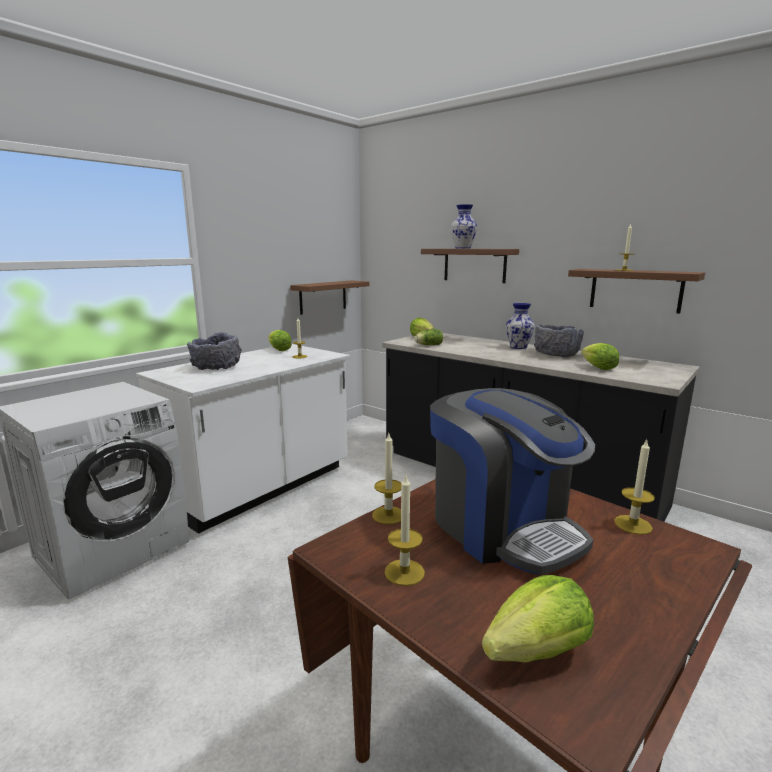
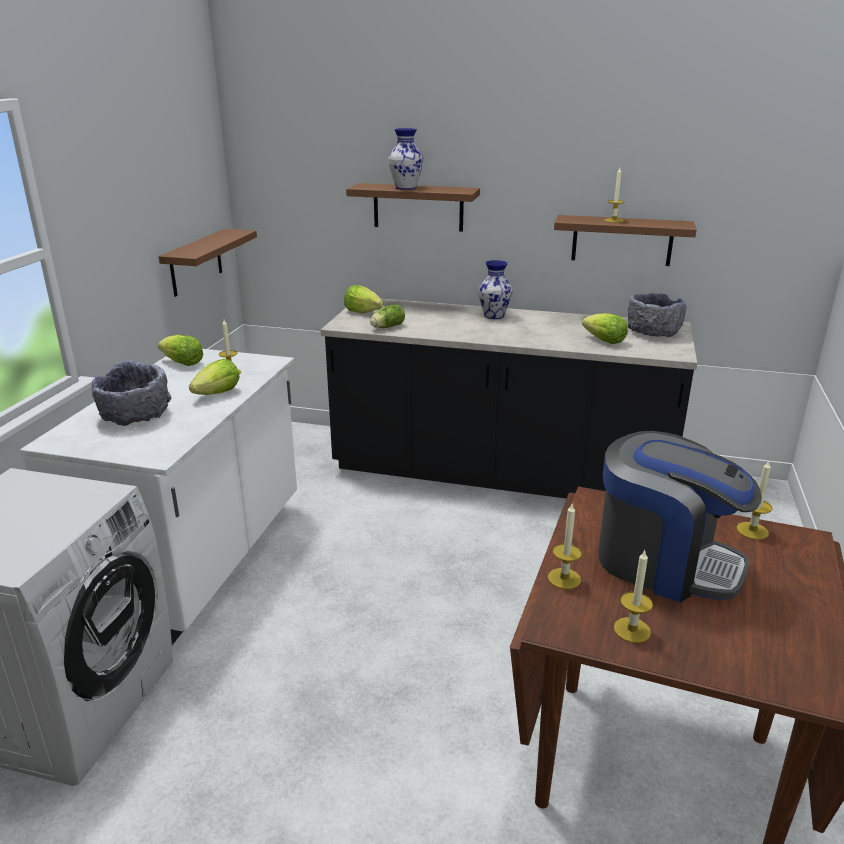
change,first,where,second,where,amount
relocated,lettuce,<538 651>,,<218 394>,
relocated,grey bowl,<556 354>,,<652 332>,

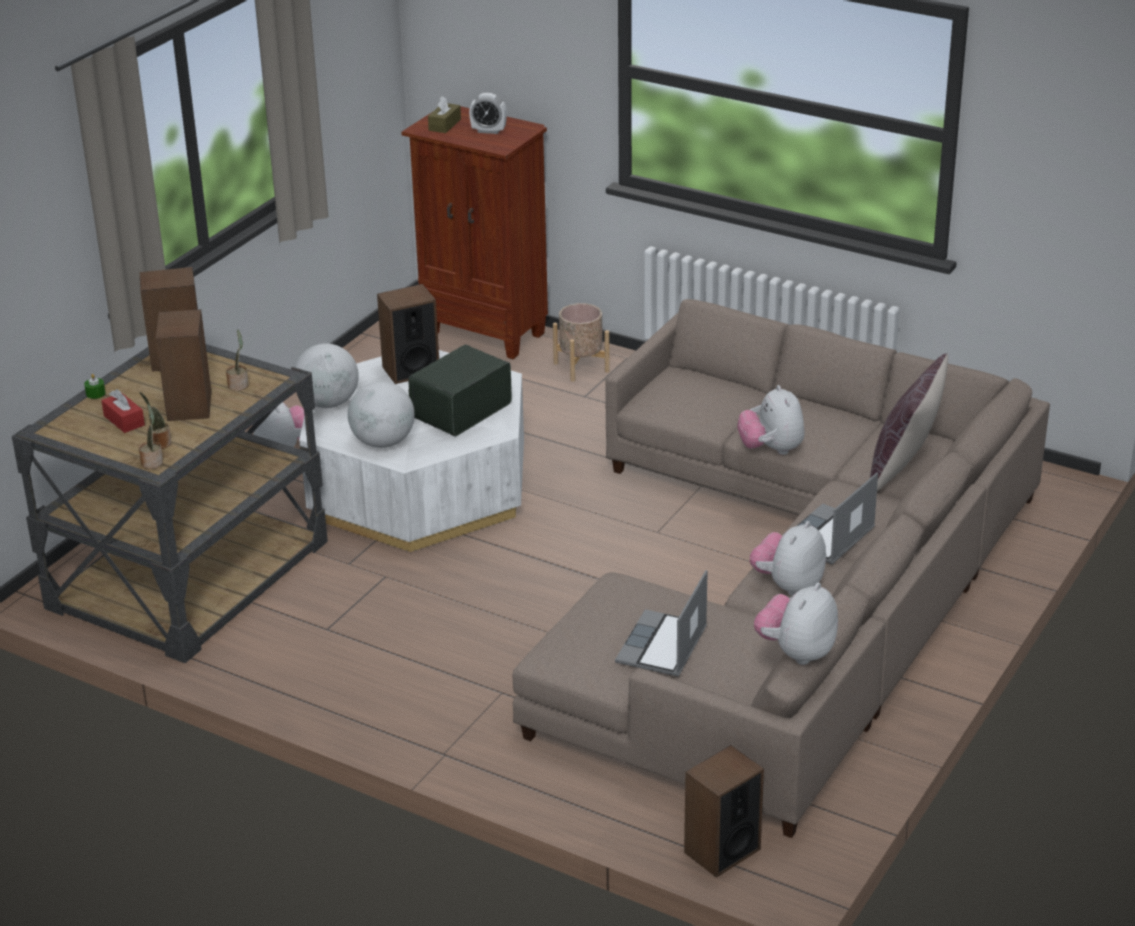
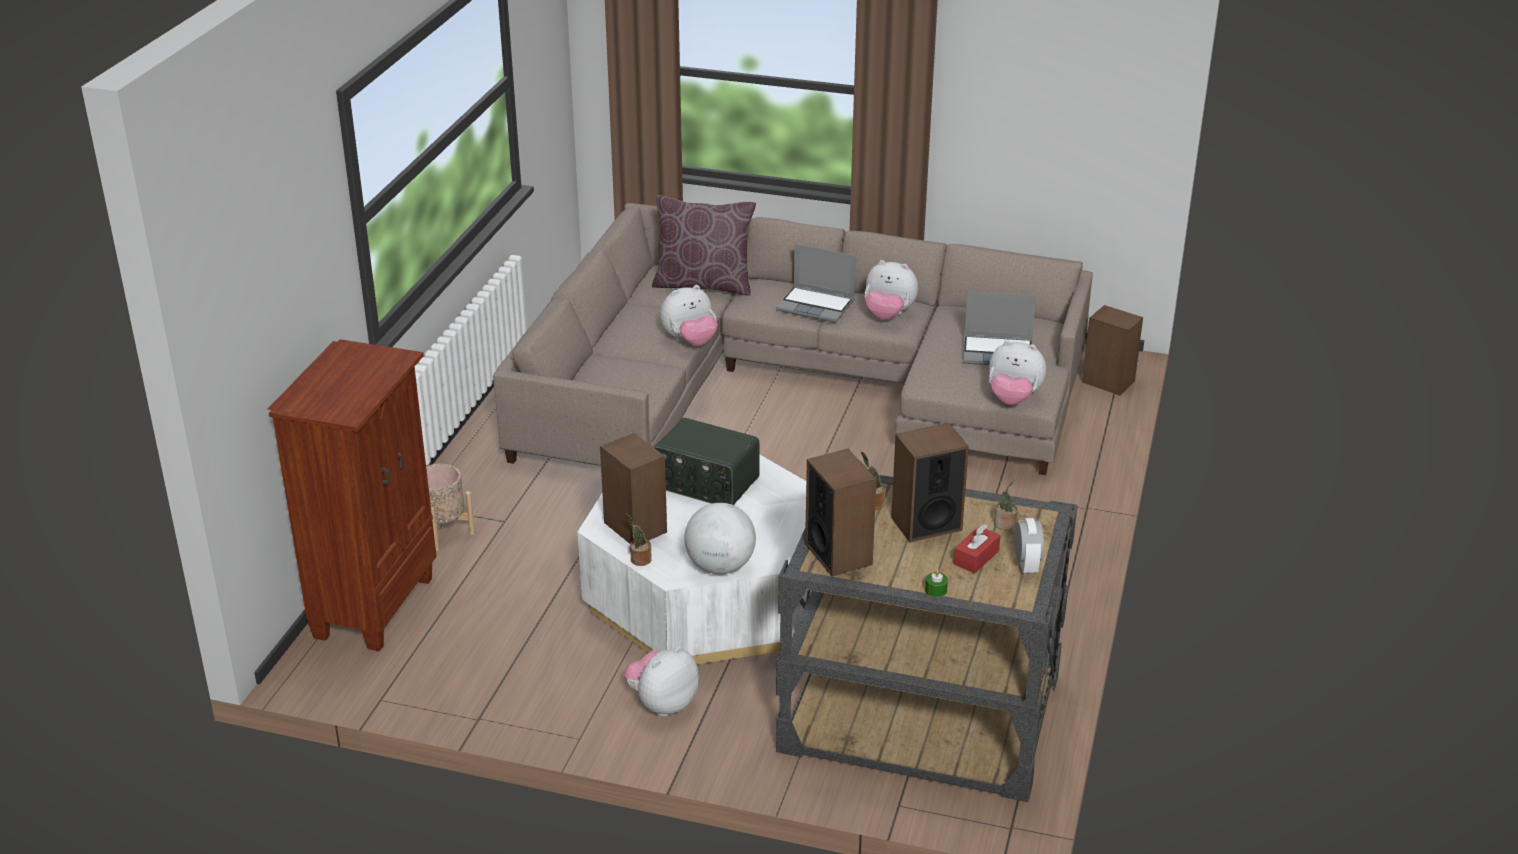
change,first,where,second,where,amount
relocated,potted plant,<152 462>,,<639 559>,
relocated,plush toy,<796 652>,,<1013 399>,
relocated,alarm clock,<488 131>,,<1026 564>,
missing,globe,<383 442>,,,
missing,brown tissue box,<444 125>,,,

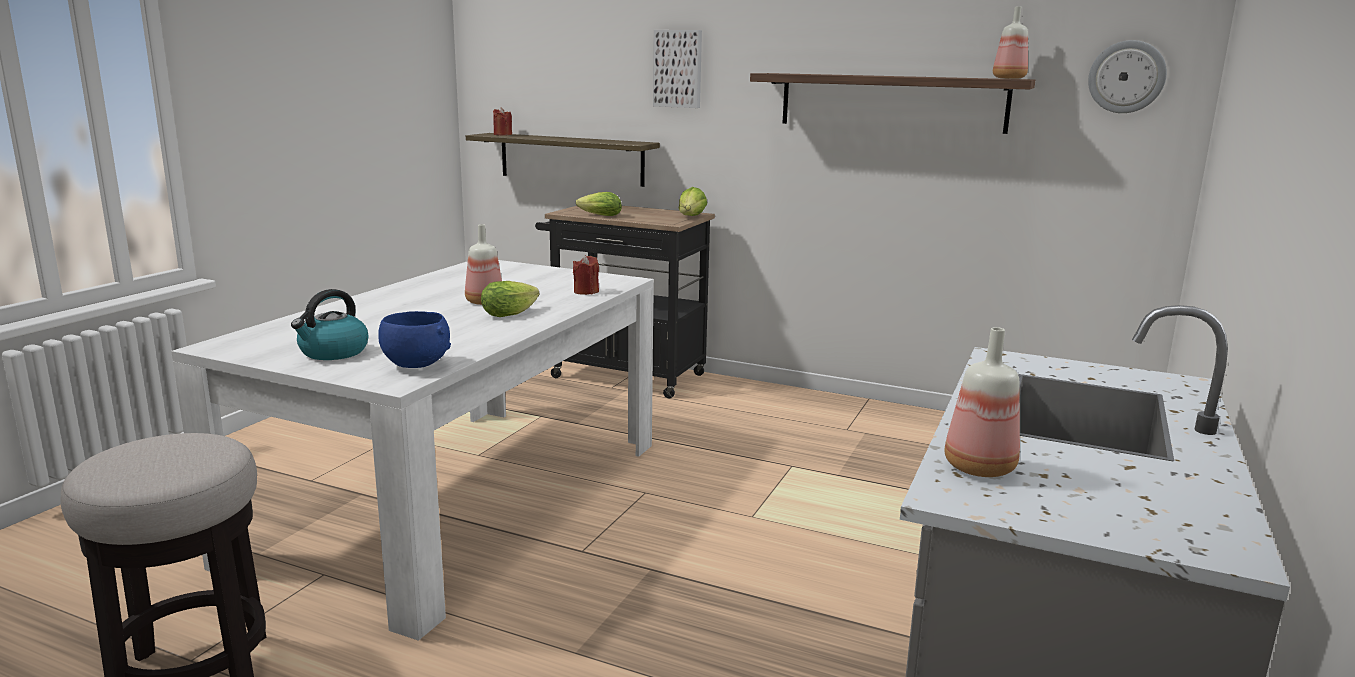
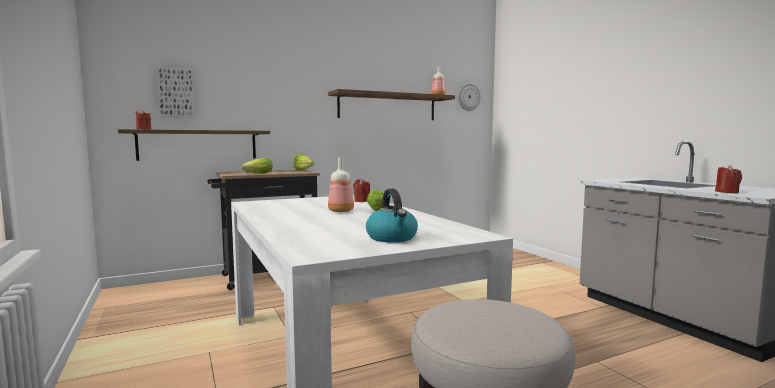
change,first,where,second,where,amount
relocated,picture,<678 69>,,<176 93>,
exchanged,bottle,<977 468>,red candle,<727 192>,
missing,blue bowl,<415 364>,,,

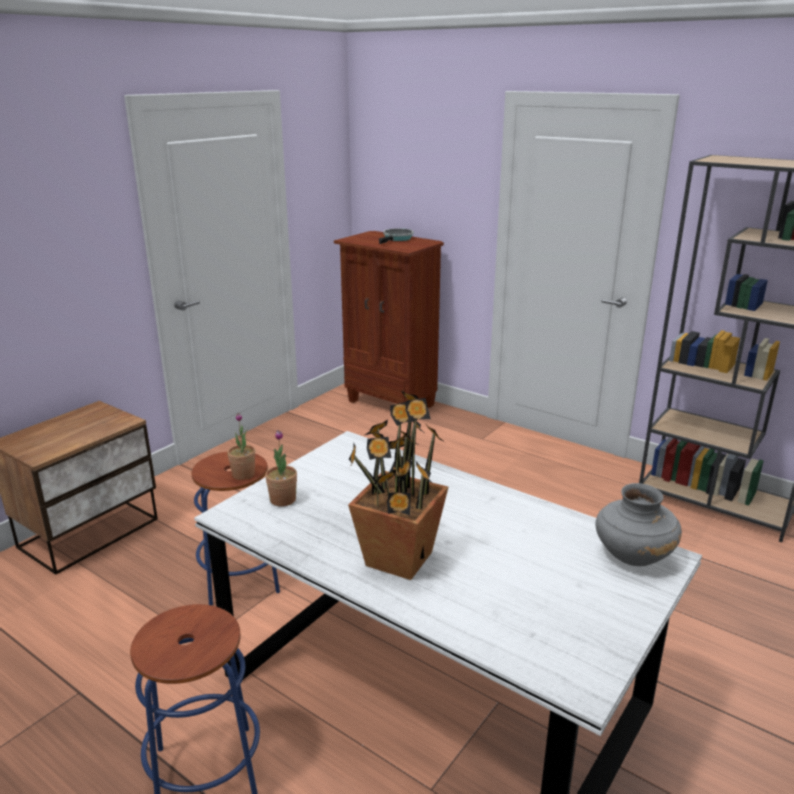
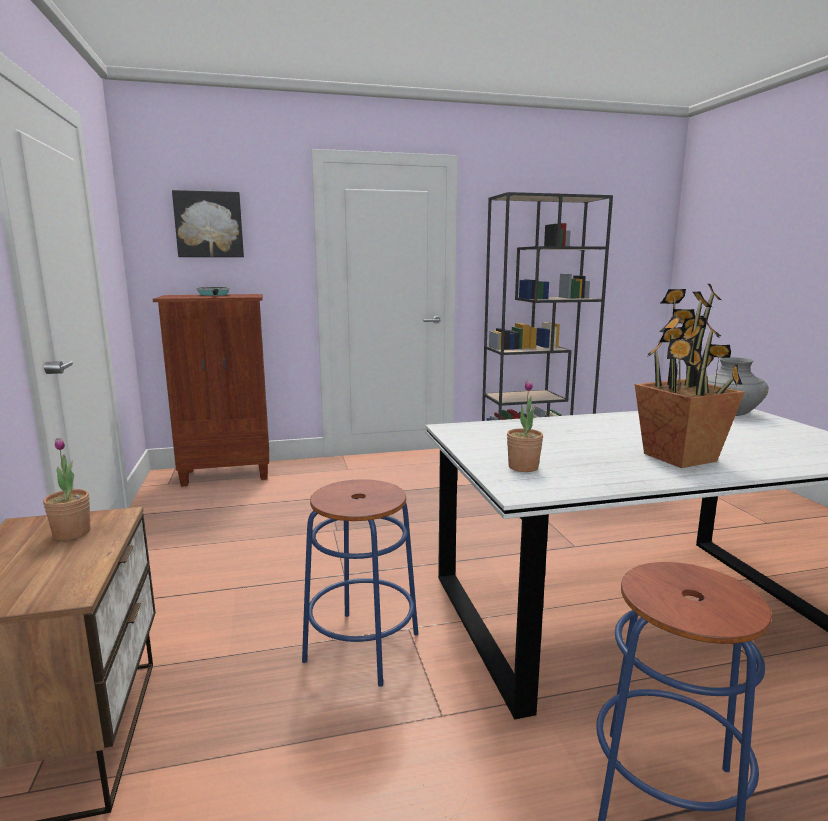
change,first,where,second,where,amount
relocated,potted plant,<243 474>,,<72 533>,
appeared,,,picture,<209 224>,

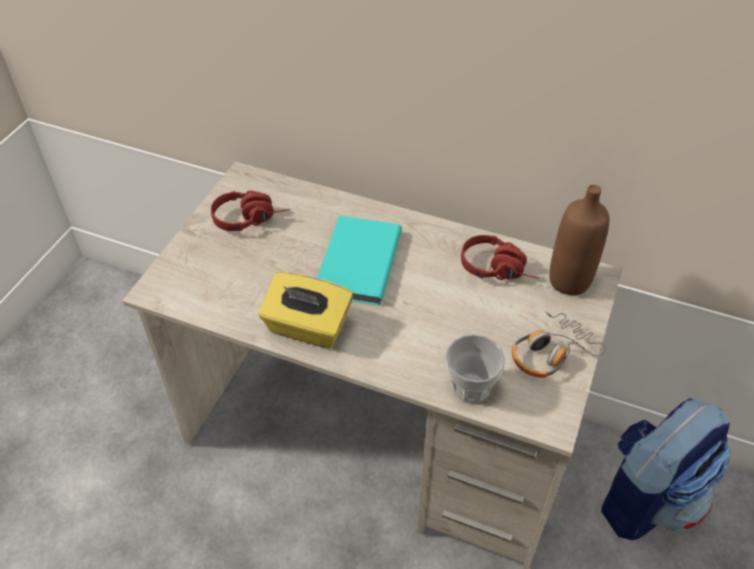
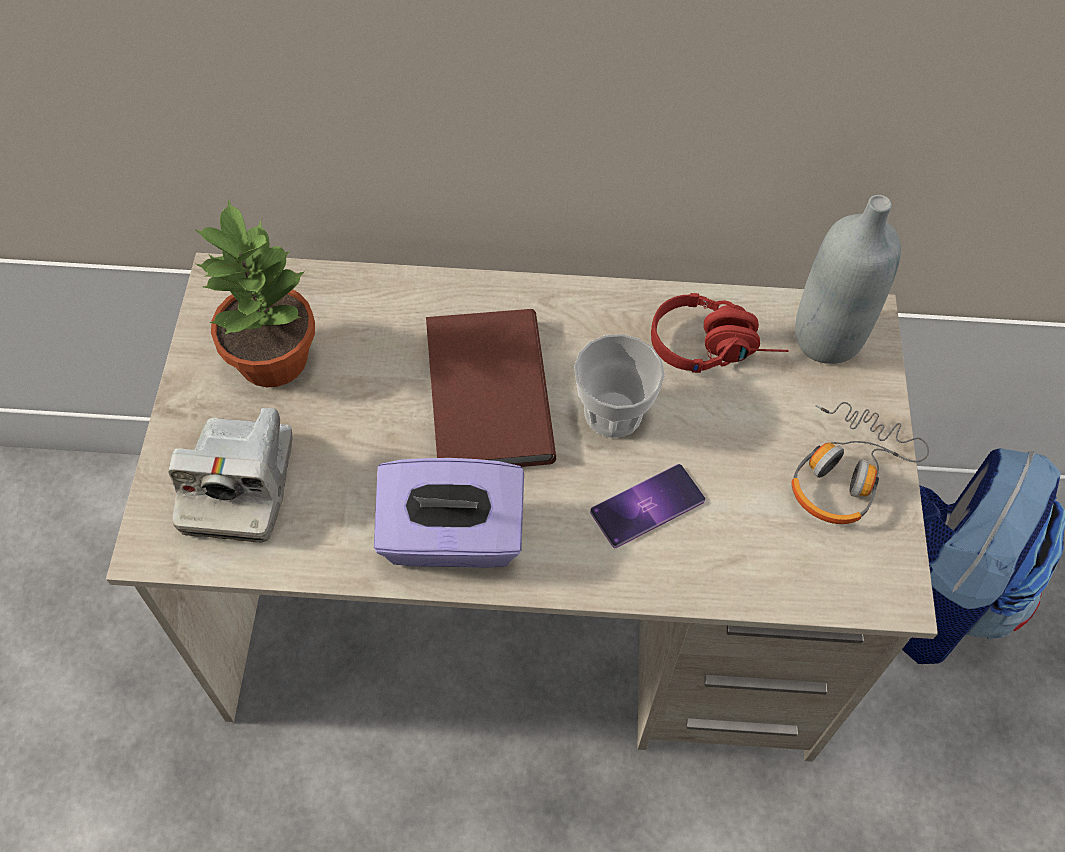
change,first,where,second,where,amount
appeared,,,photo camera,<239 485>,
exchanged,red headphones,<251 218>,potted plant,<271 357>,
colour,yellow tissue box,<307 327>,purple tissue box,<451 538>,
colour,turquoise book,<356 263>,brown book,<484 396>,
relocated,cup,<470 387>,,<613 413>,
appeared,,,phone,<647 506>,
colour,brown bottle,<569 281>,grey bottle,<826 338>,

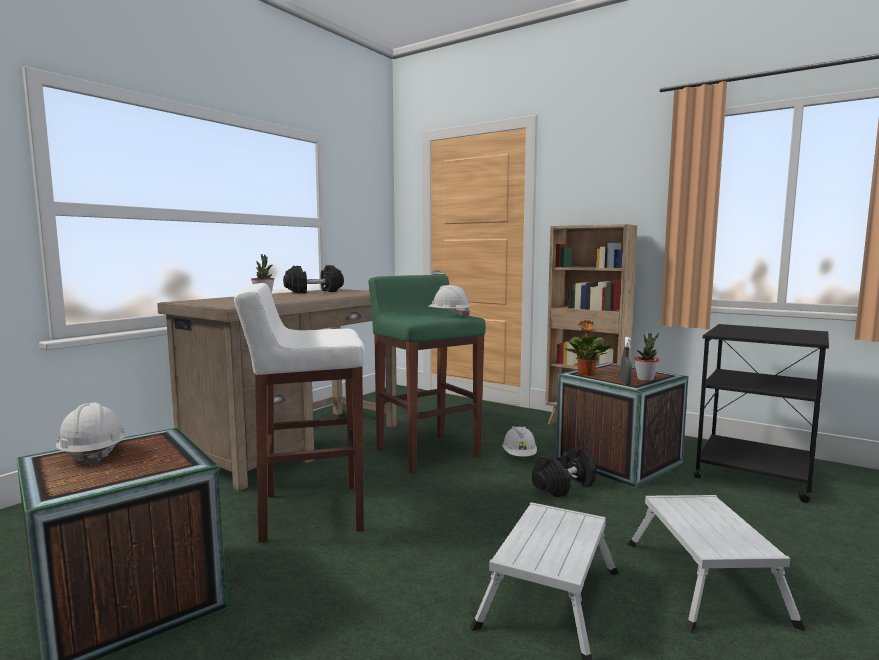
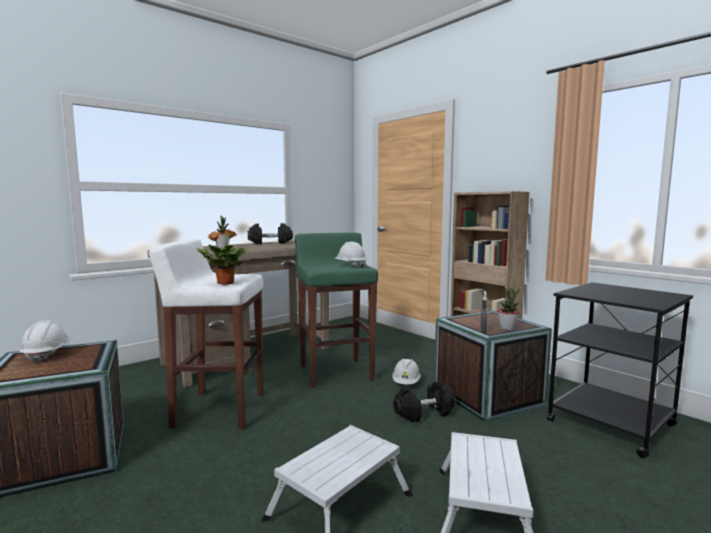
change,first,where,second,where,amount
relocated,potted plant,<586 374>,,<224 283>,

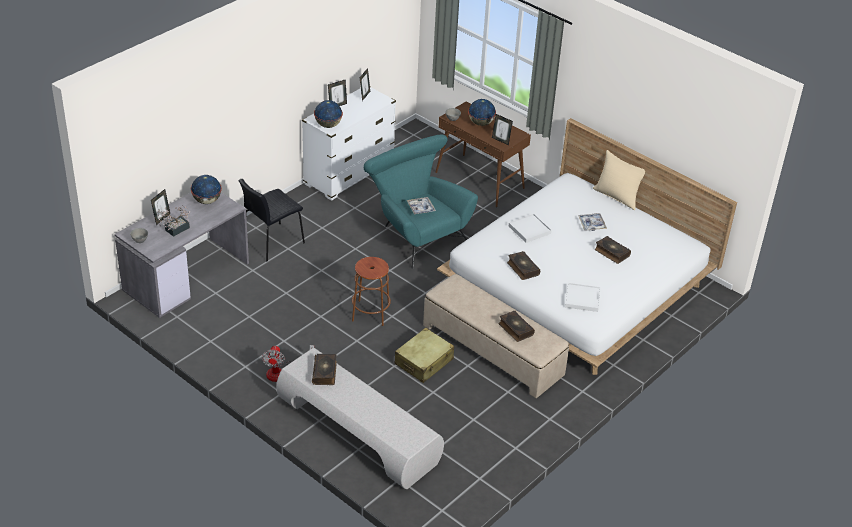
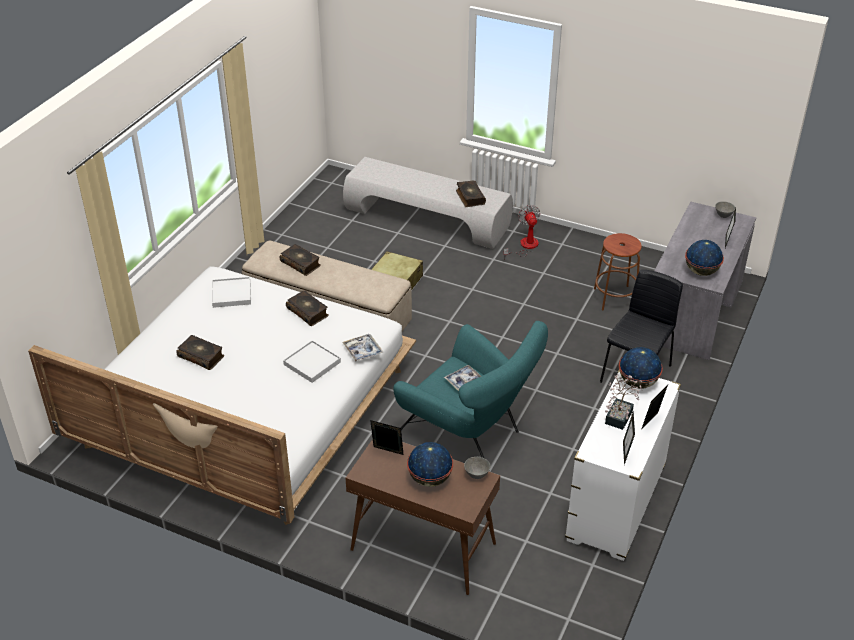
change,first,where,second,where,amount
relocated,tray,<591 224>,,<363 350>,
relocated,brown stool,<370 313>,,<615 298>,
relocated,potted plant,<175 230>,,<620 415>,

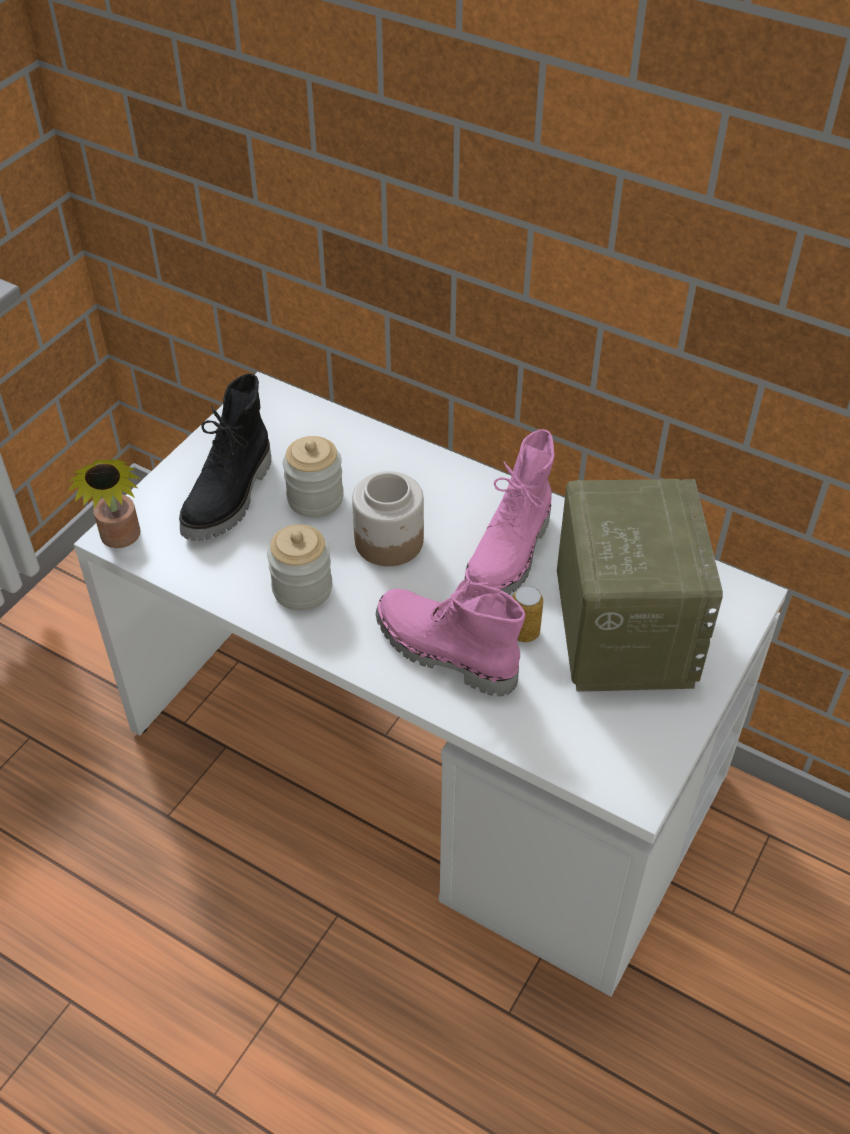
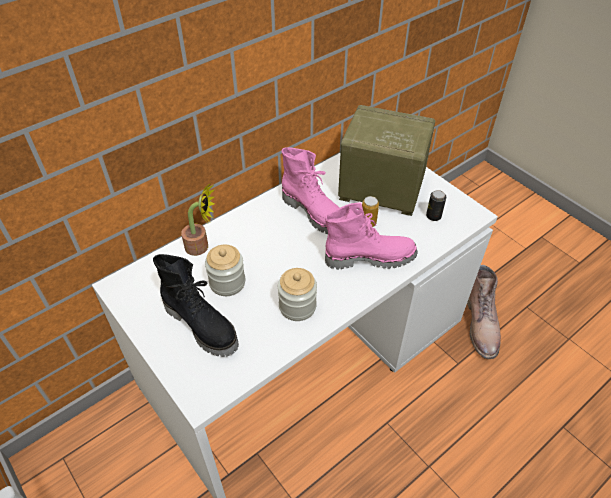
change,first,where,second,where,amount
relocated,potted plant,<121 540>,,<201 247>,
spun,pink boot,<443 653>,,<370 257>,150 degrees counterclockwise
appeared,,,can,<433 216>,
appeared,,,brown boot,<482 325>,
missing,jar,<389 542>,,,

